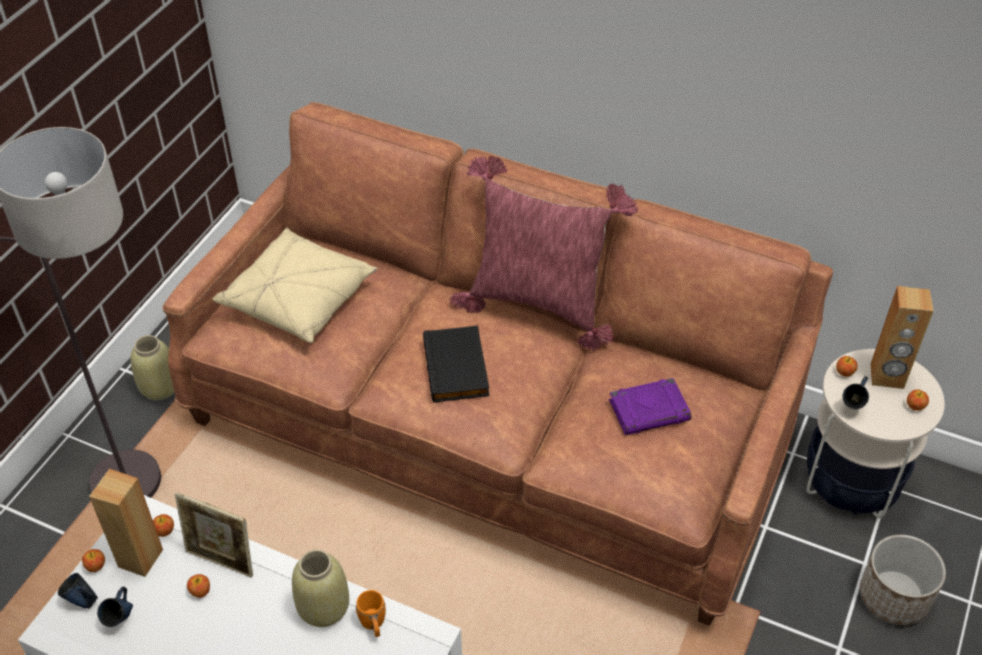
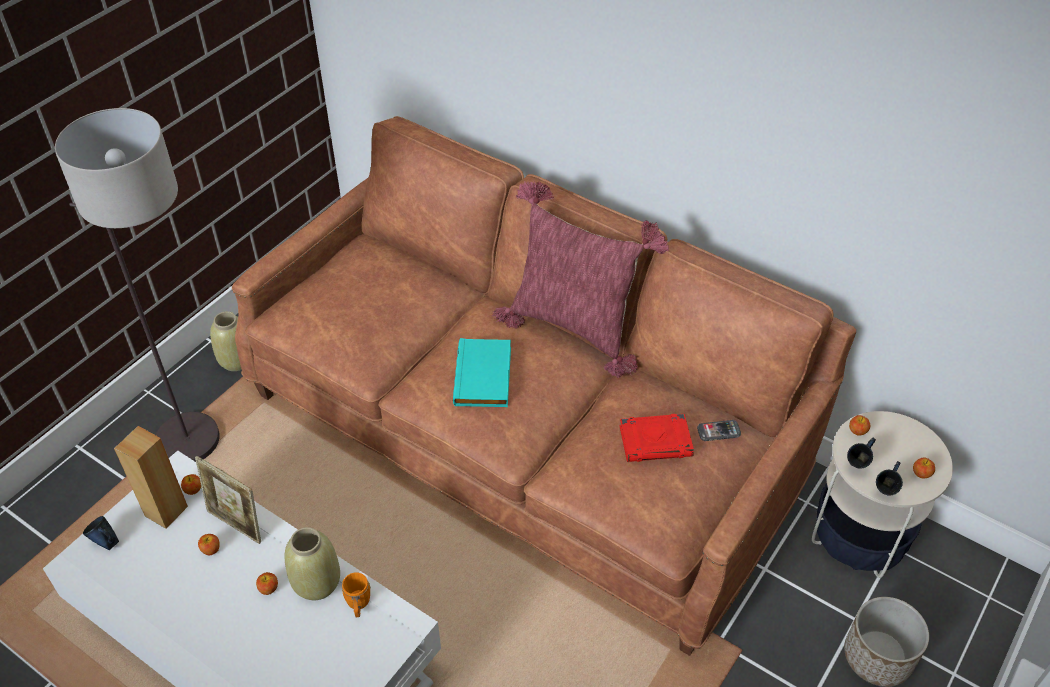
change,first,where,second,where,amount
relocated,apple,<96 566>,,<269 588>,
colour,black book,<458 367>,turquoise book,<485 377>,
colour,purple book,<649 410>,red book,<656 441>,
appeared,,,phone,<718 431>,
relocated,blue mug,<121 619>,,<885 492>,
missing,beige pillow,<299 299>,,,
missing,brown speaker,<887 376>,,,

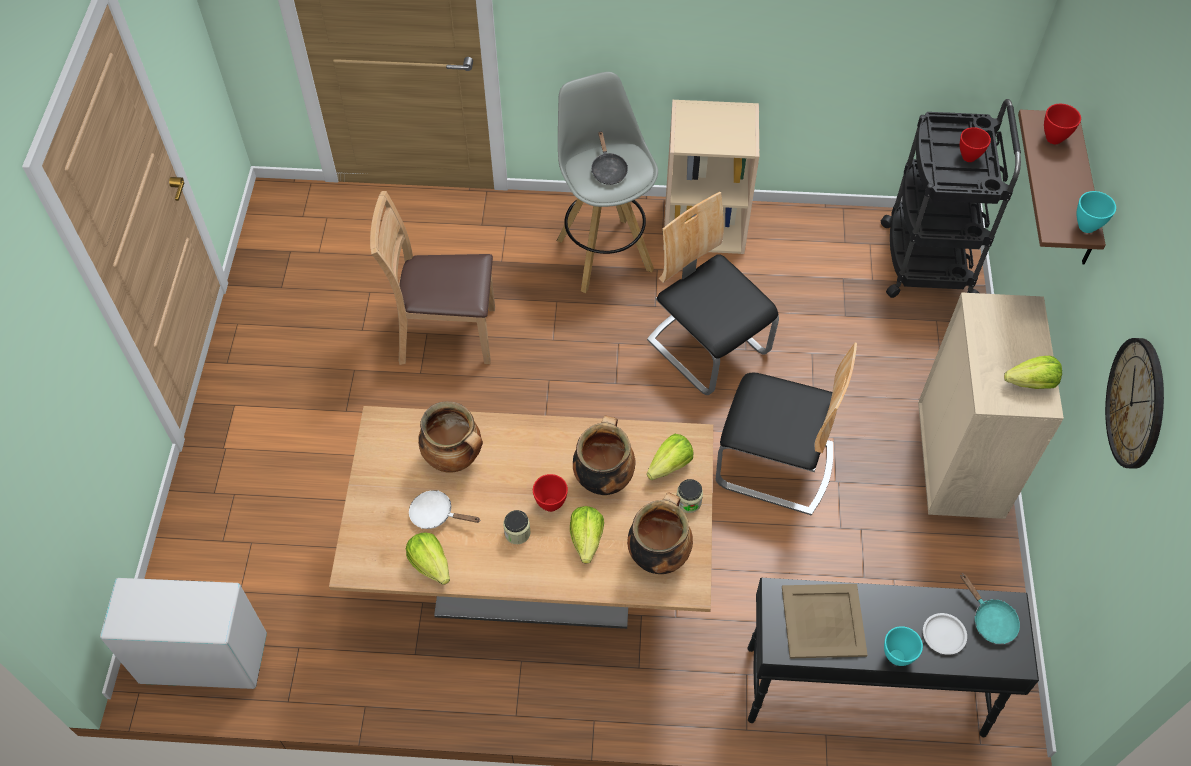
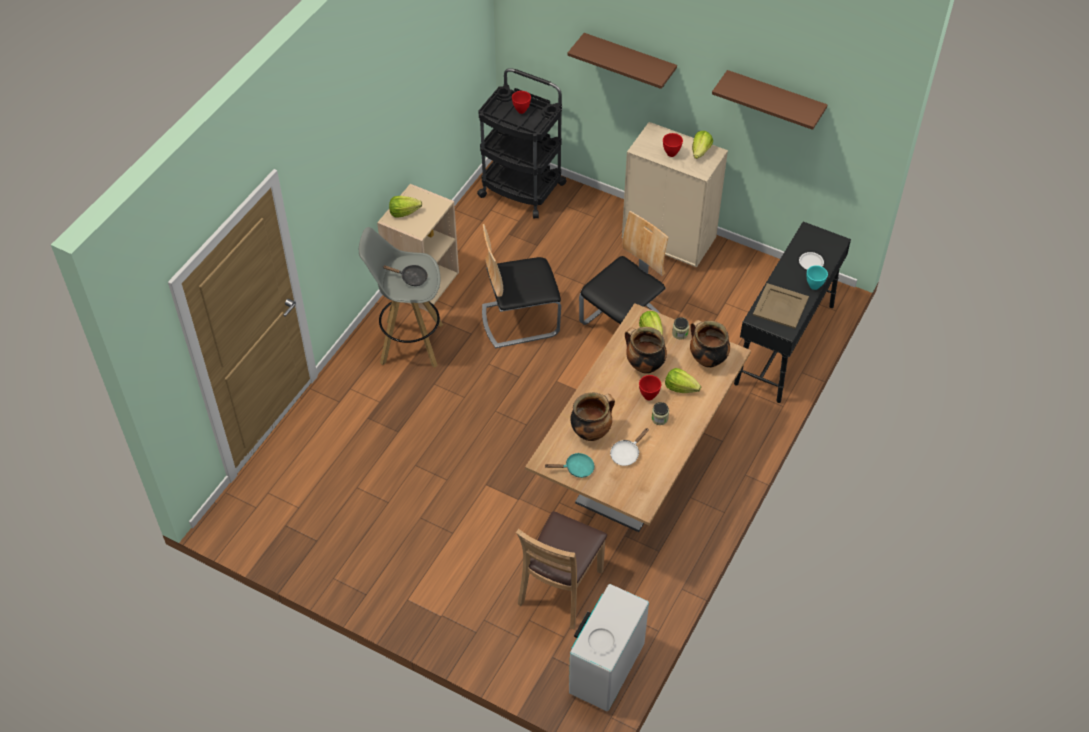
change,first,where,second,where,amount
relocated,lettuce,<430 564>,,<404 212>,
relocated,brown chair,<446 334>,,<561 589>,
relocated,turquoise frying pan,<990 620>,,<576 468>,
appeared,,,white plate,<601 641>,
relocated,red bowl,<1052 138>,,<671 154>,
exchanged,wall clock,<1136 403>,brown shelf,<774 99>,
missing,turquoise bowl,<1086 227>,,,

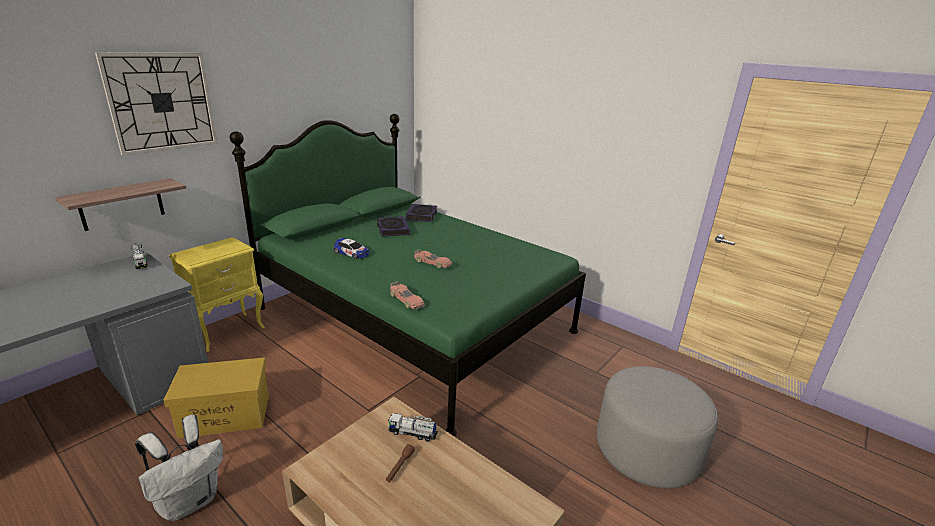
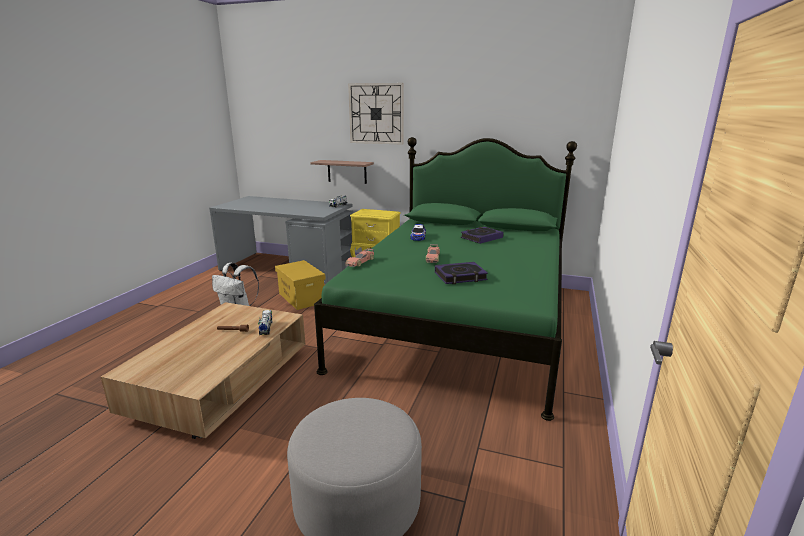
change,first,where,second,where,amount
relocated,book,<422 216>,,<460 276>,

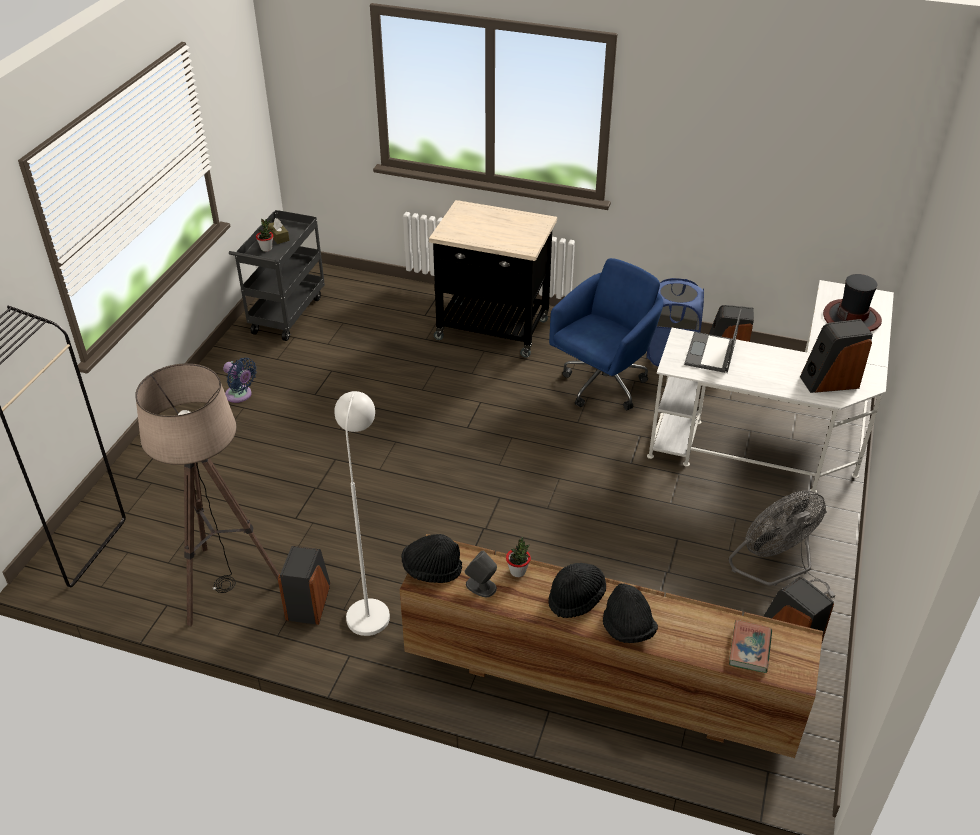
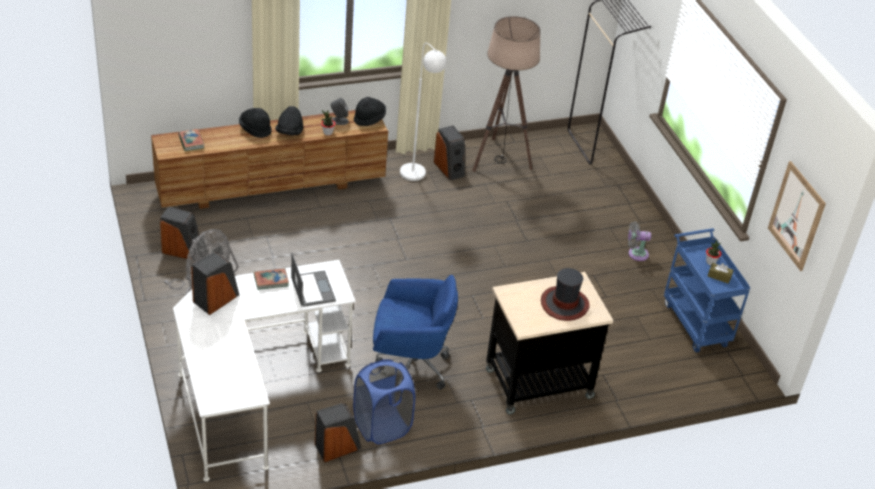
change,first,where,second,where,amount
appeared,,,book,<271 280>,
spun,blue office chair,<601 388>,,<409 368>,90 degrees counterclockwise
relocated,hat,<852 318>,,<564 304>,
colour,blue fan,<240 395>,grey fan,<636 254>,
colour,grey cart,<286 317>,blue cart,<694 324>,
appeared,,,picture,<796 216>,

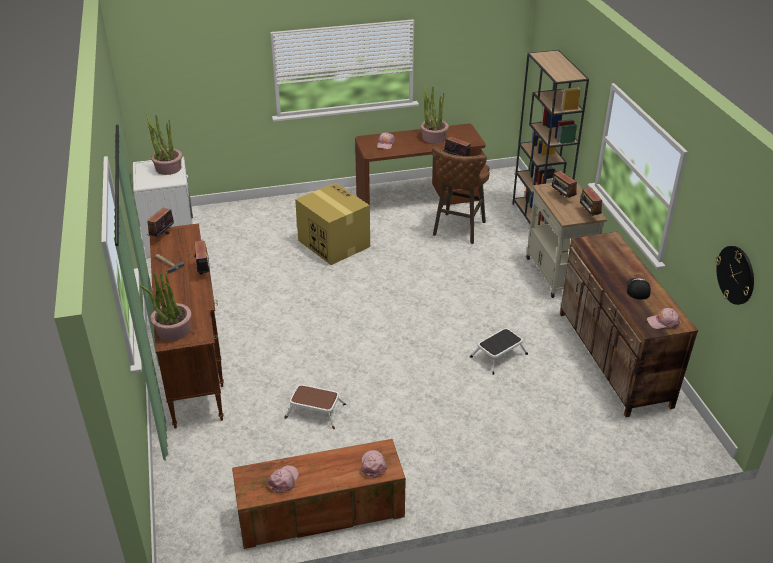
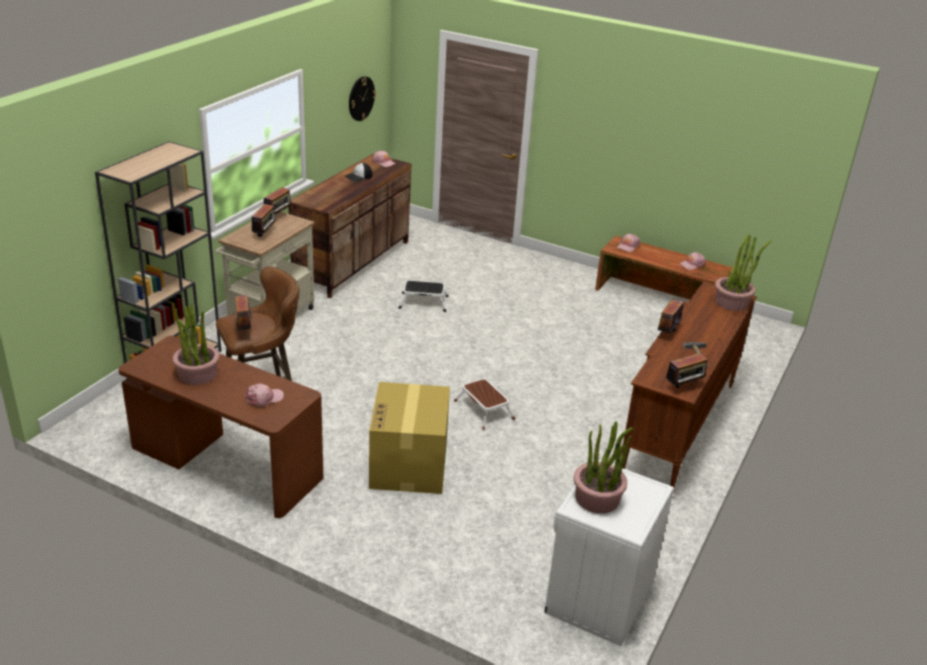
change,first,where,second,where,amount
relocated,brown step ladder,<315 411>,,<483 410>,

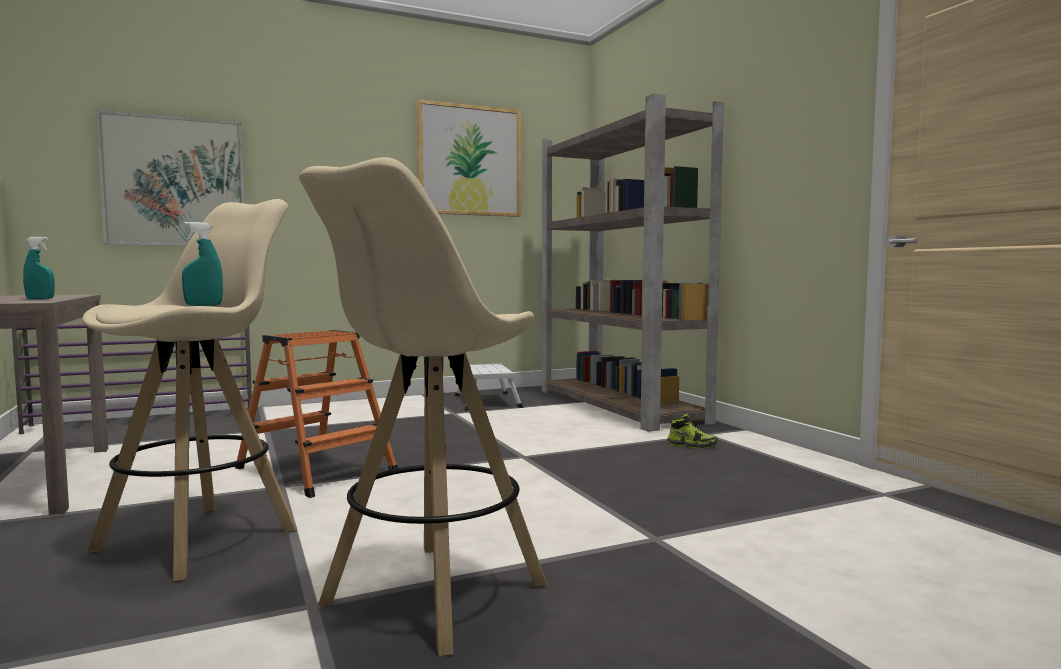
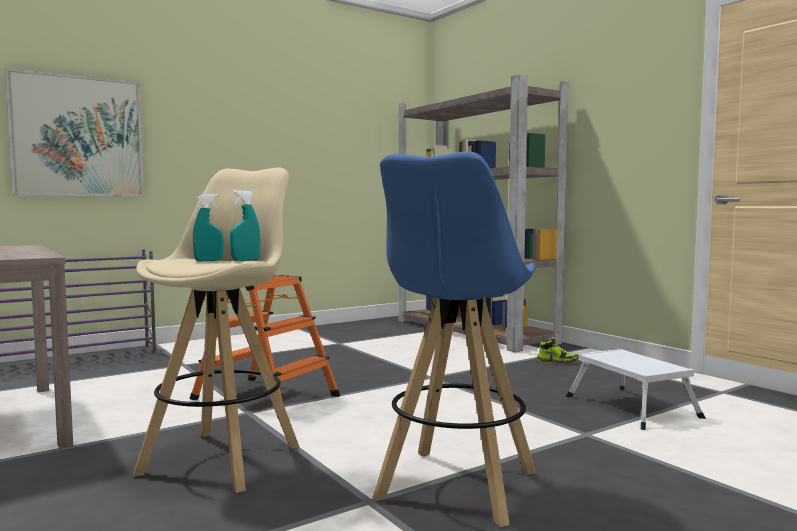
change,first,where,second,where,amount
relocated,turquoise spray bottle,<40 298>,,<208 261>,
colour,beige stool,<430 596>,blue stool,<454 487>,
relocated,white step ladder,<487 401>,,<631 406>,
missing,picture,<469 160>,,,

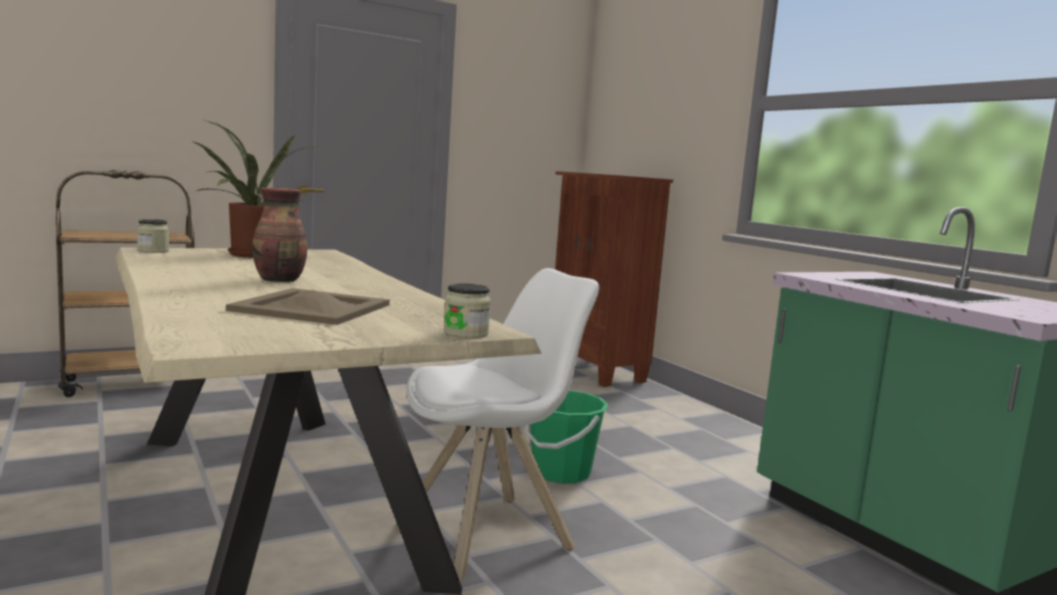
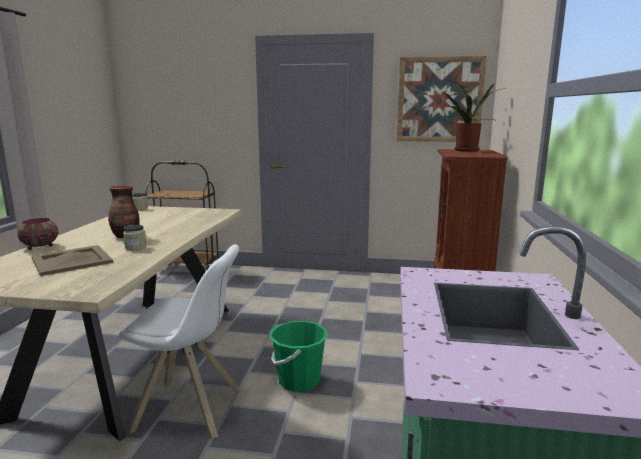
change,first,where,second,where,amount
appeared,,,bowl,<39 246>,
relocated,jar,<466 333>,,<135 247>,
appeared,,,picture,<439 100>,
relocated,potted plant,<250 256>,,<465 150>,

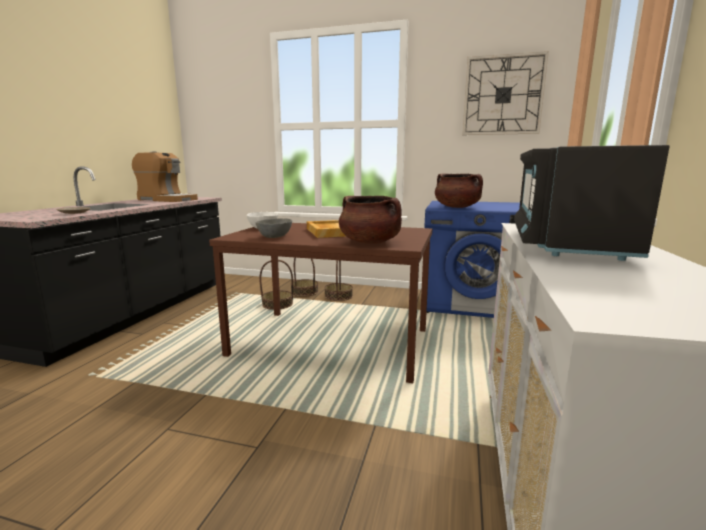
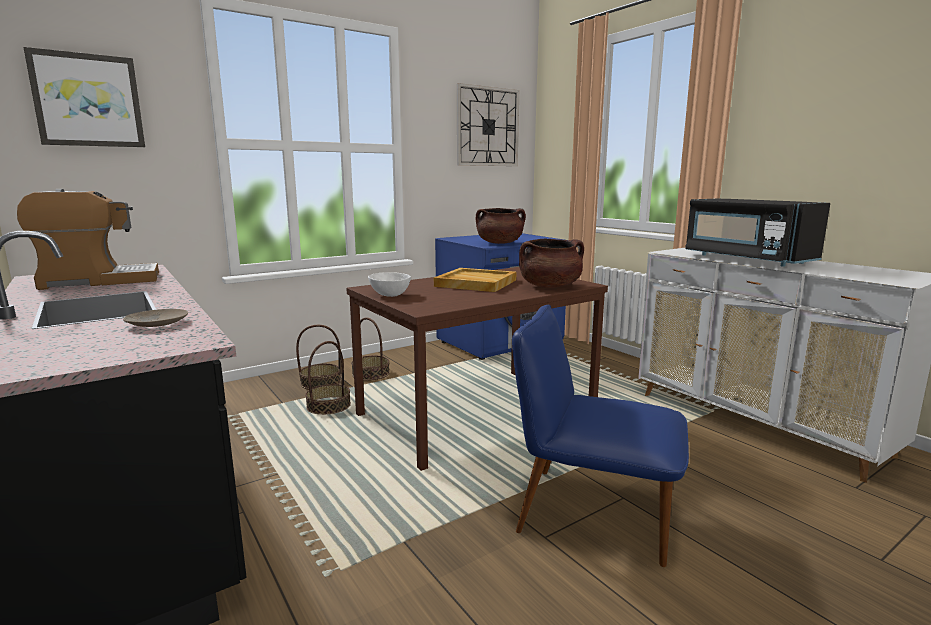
change,first,where,second,where,amount
appeared,,,picture,<88 100>,
appeared,,,blue chair,<595 513>,
missing,grey bowl,<275 237>,,,

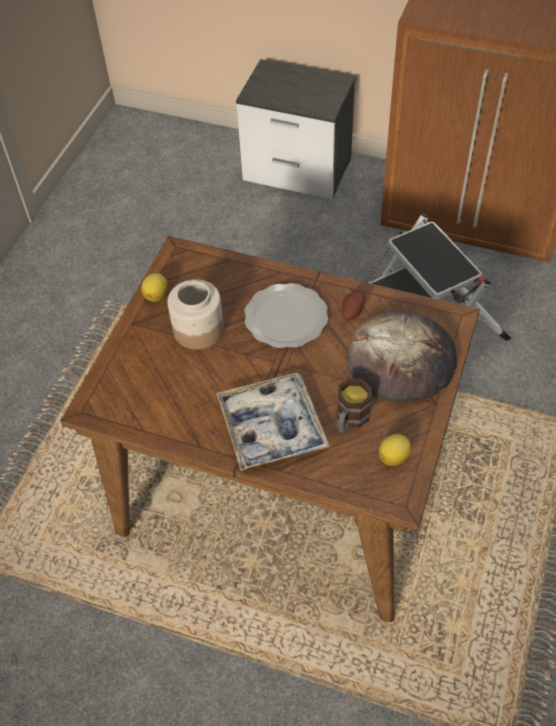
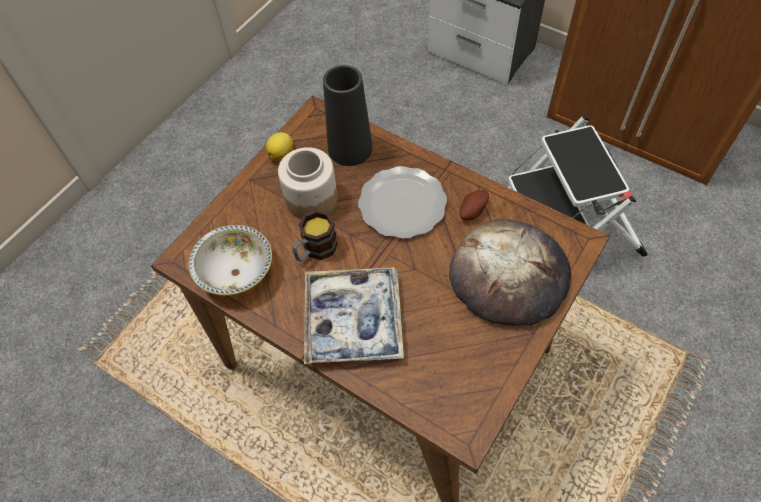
change,first,where,second,where,amount
appeared,,,bowl,<236 272>,
relocated,mug,<350 419>,,<315 250>,
appeared,,,black vase,<350 148>,
missing,lemon,<394 457>,,,

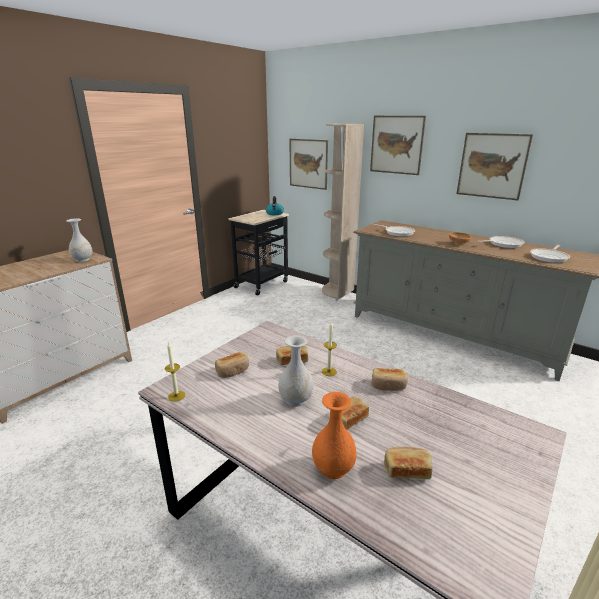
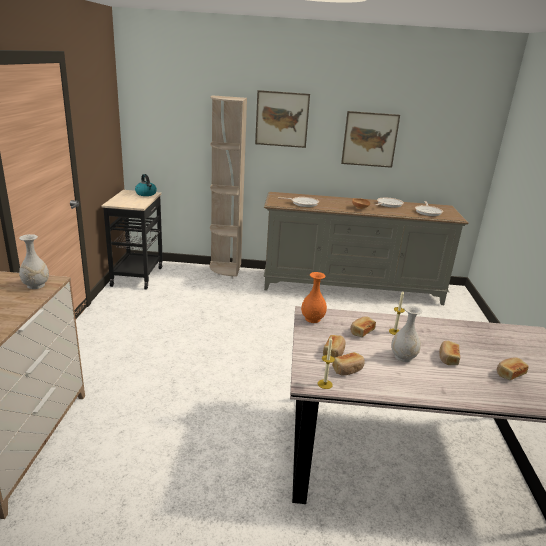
change,first,where,second,where,amount
relocated,orange vase,<334 468>,,<313 319>,
relocated,bread,<388 386>,,<348 369>,
missing,picture,<308 163>,,,

